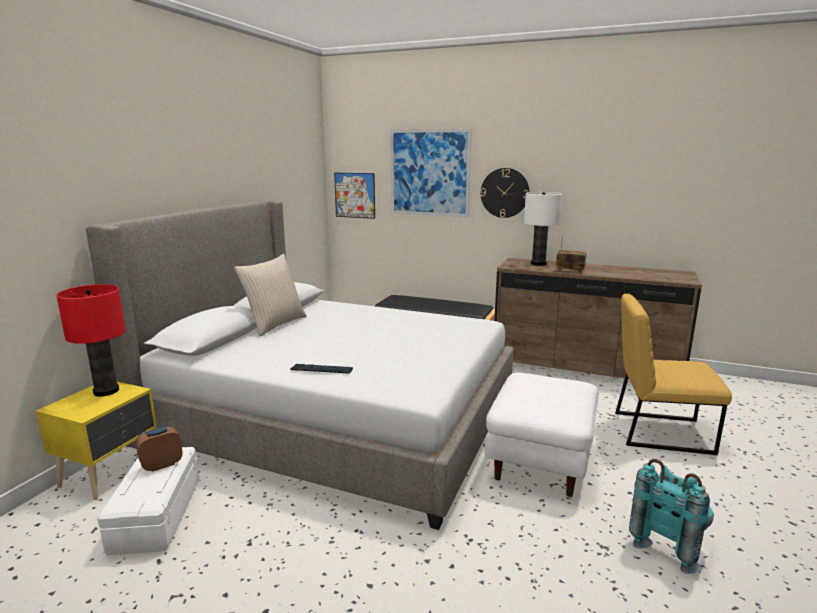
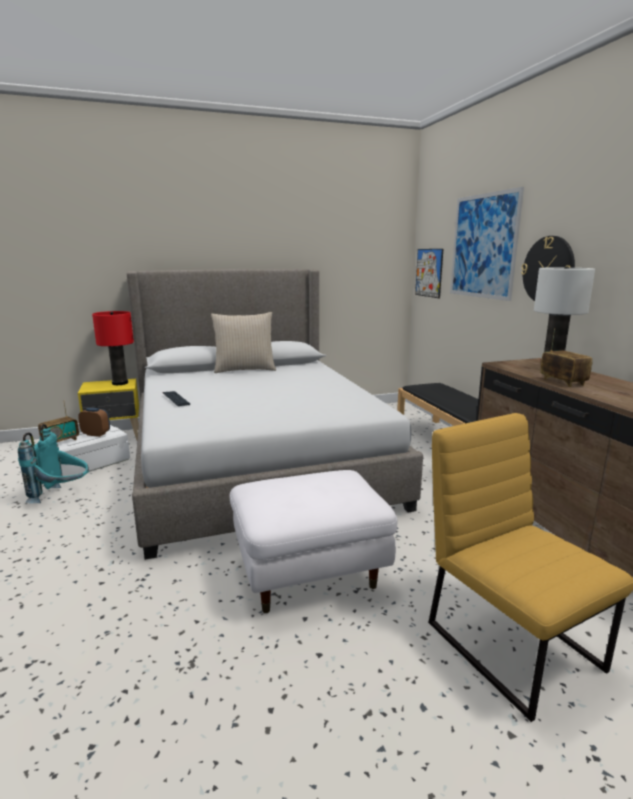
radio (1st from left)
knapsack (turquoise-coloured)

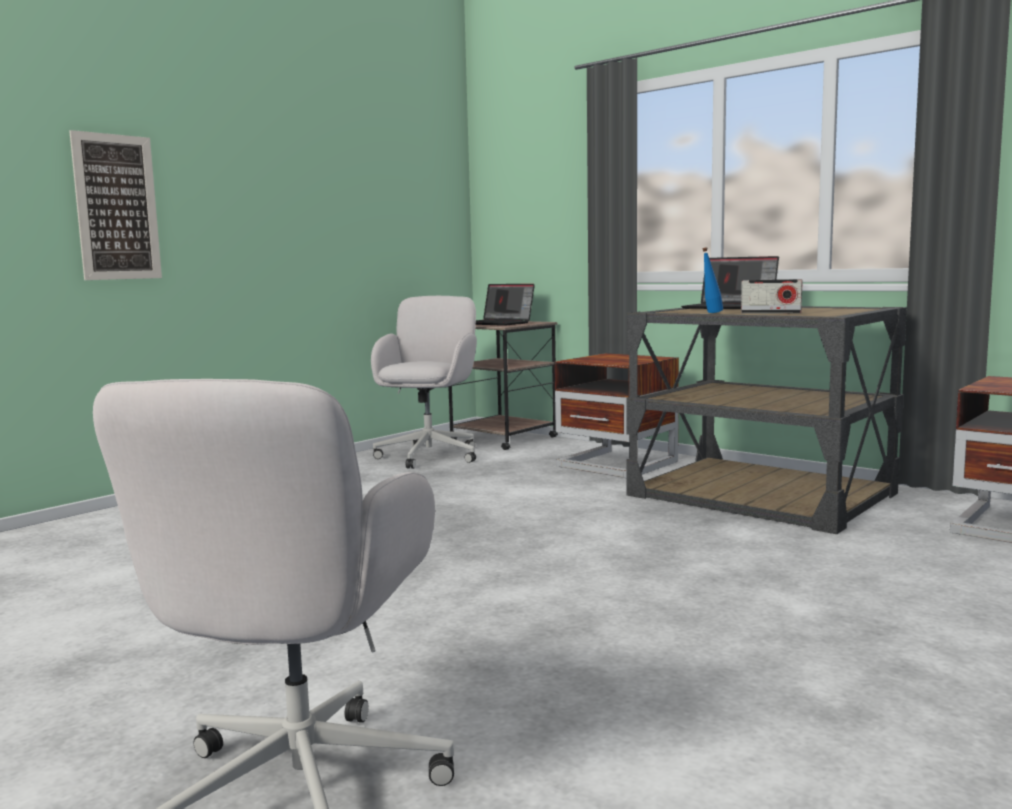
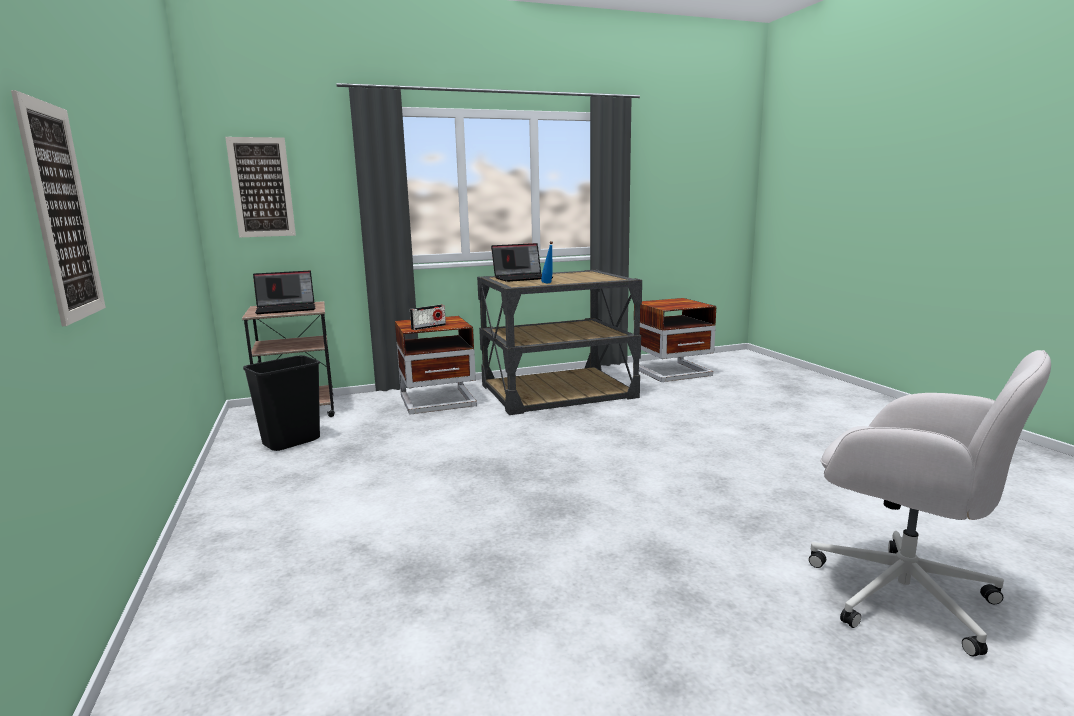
wall picture (2nd from left)
radio
trash can (black)

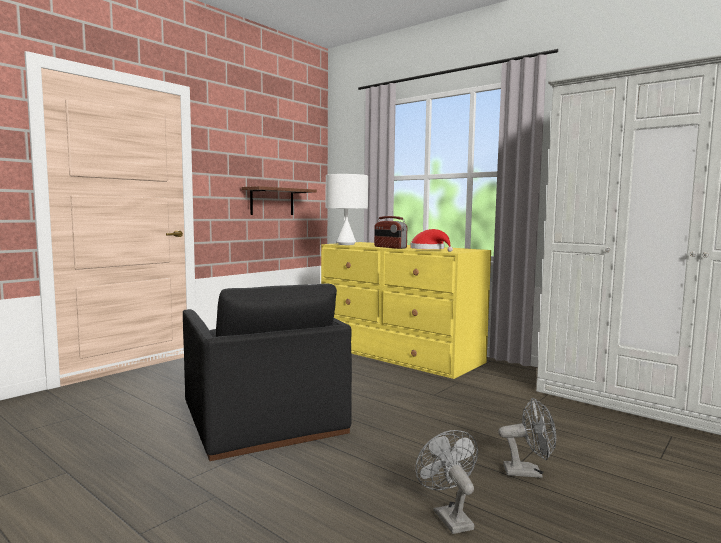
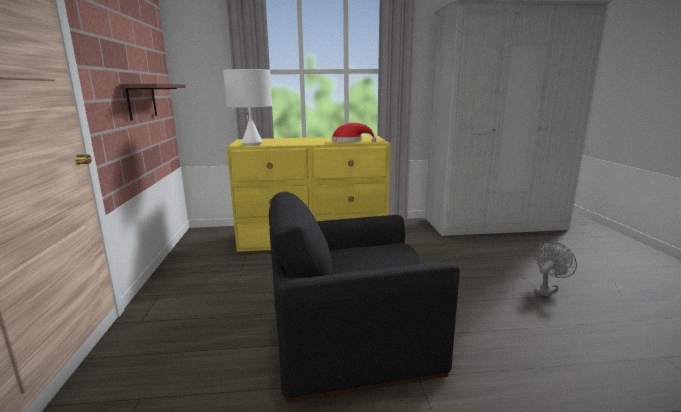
radio
cooling fan (gray) (1st from left in the first image)
lounge chair (black)

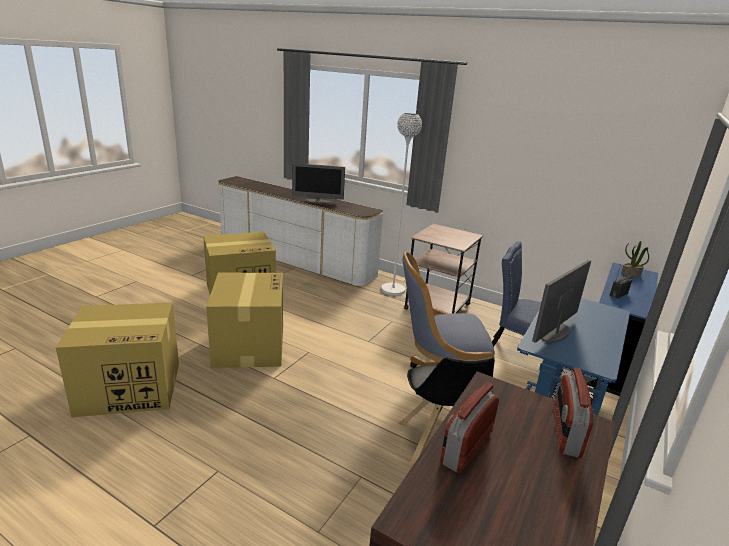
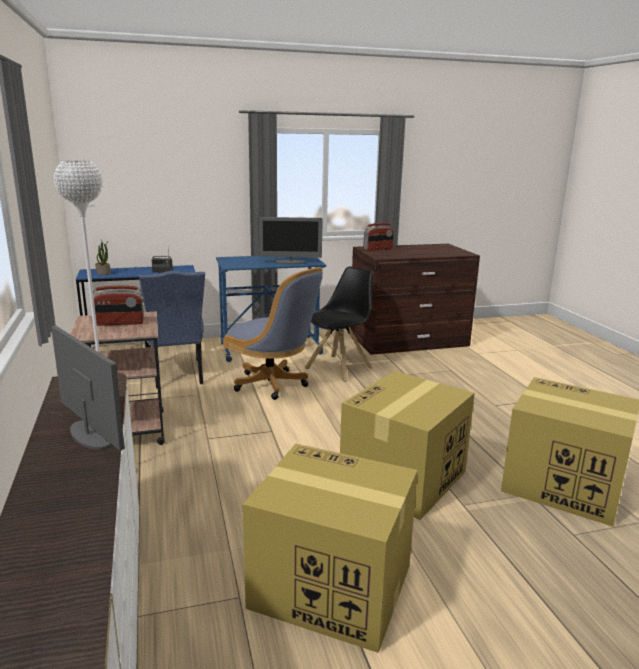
radio (1st from left)

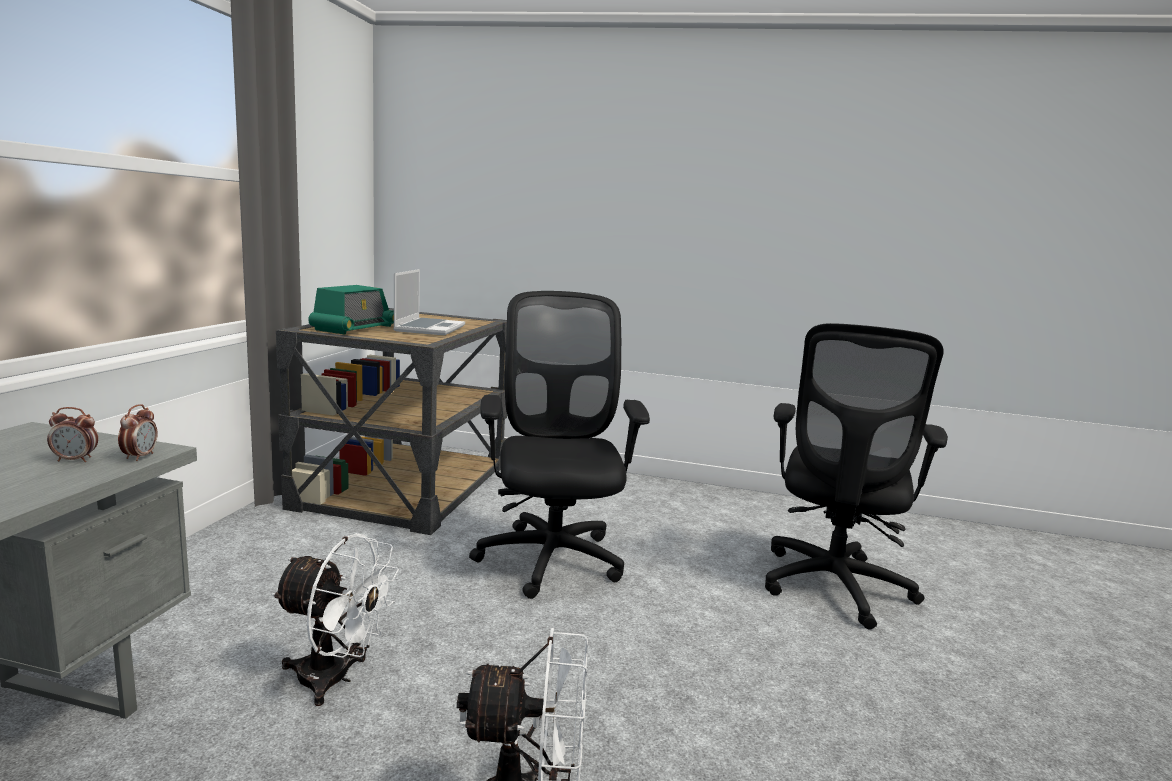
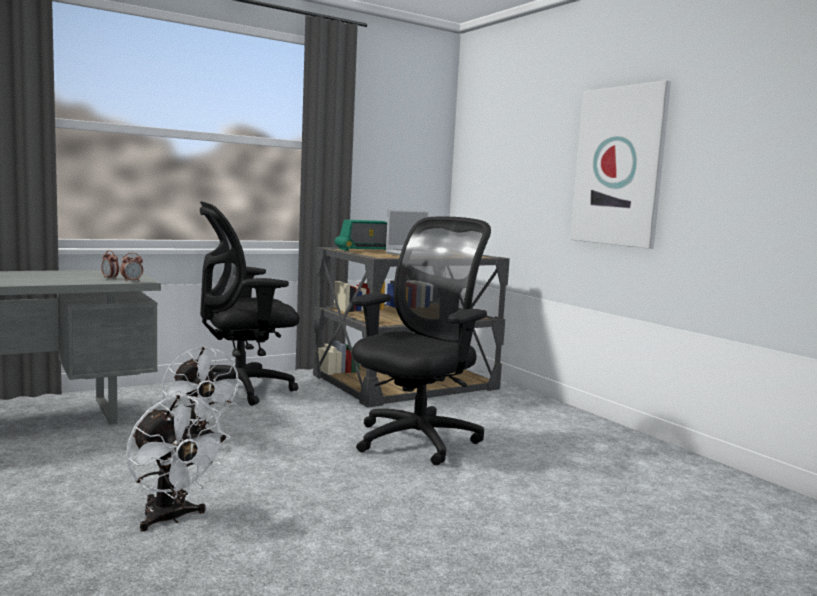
wall picture
office chair (black) (1st from left)

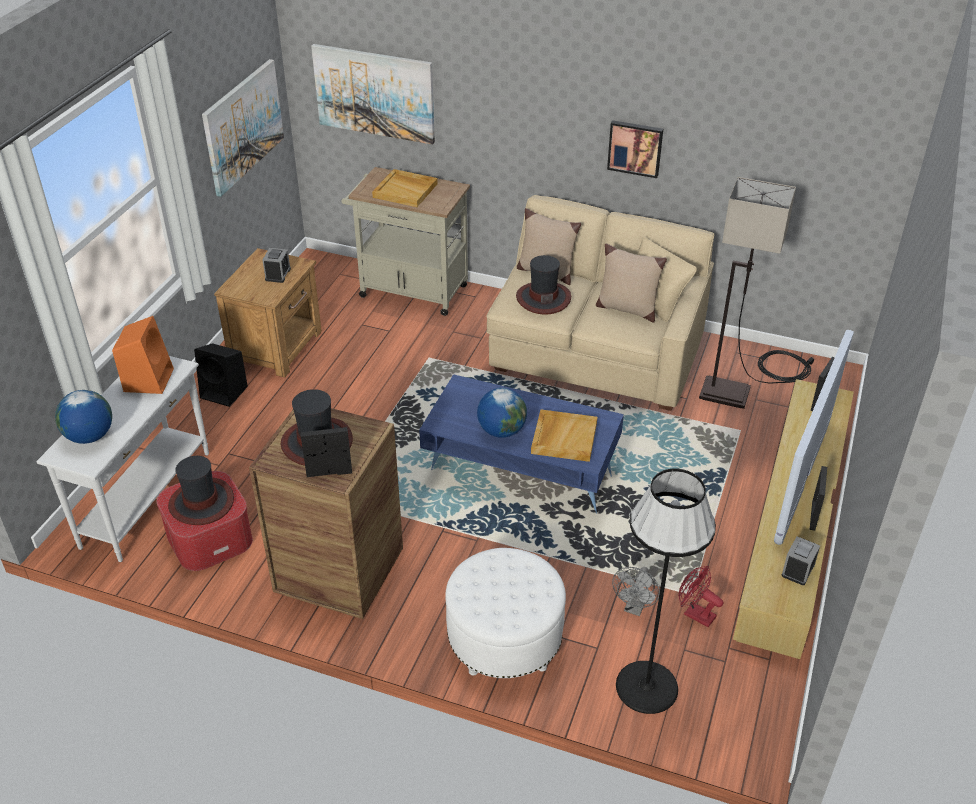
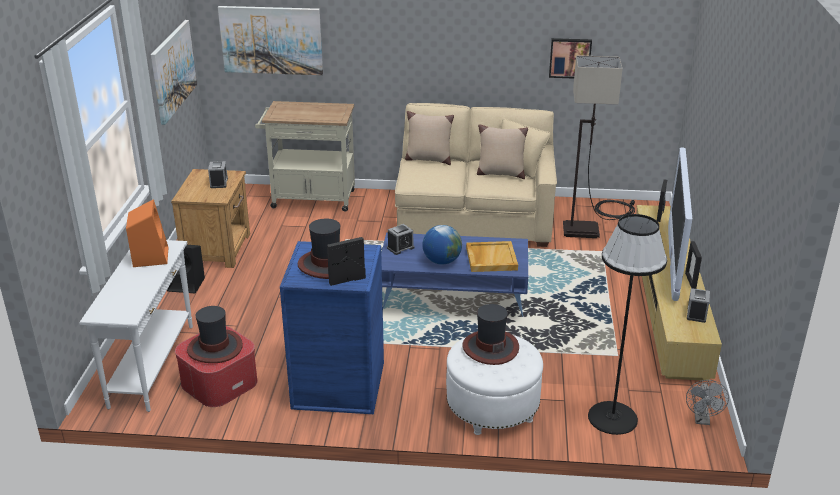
world globe (1st from left in the first image)
carrying tray (beige-coloured) (1st from left in the first image)
cooling fan (reddish)
bedside clock (2nd from left)
wearable hat (3rd from left)
wall picture (3rd from left)
cooling fan (gray)
cabinet (blue)

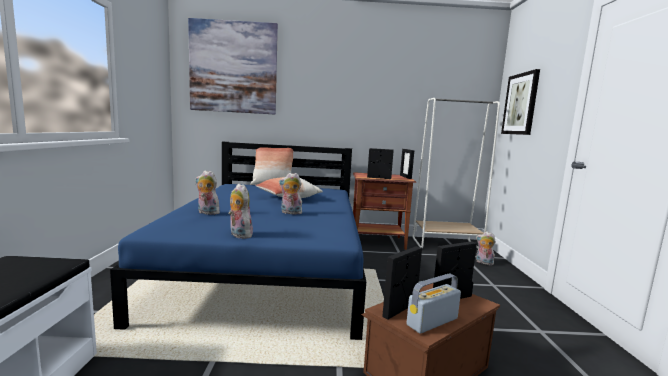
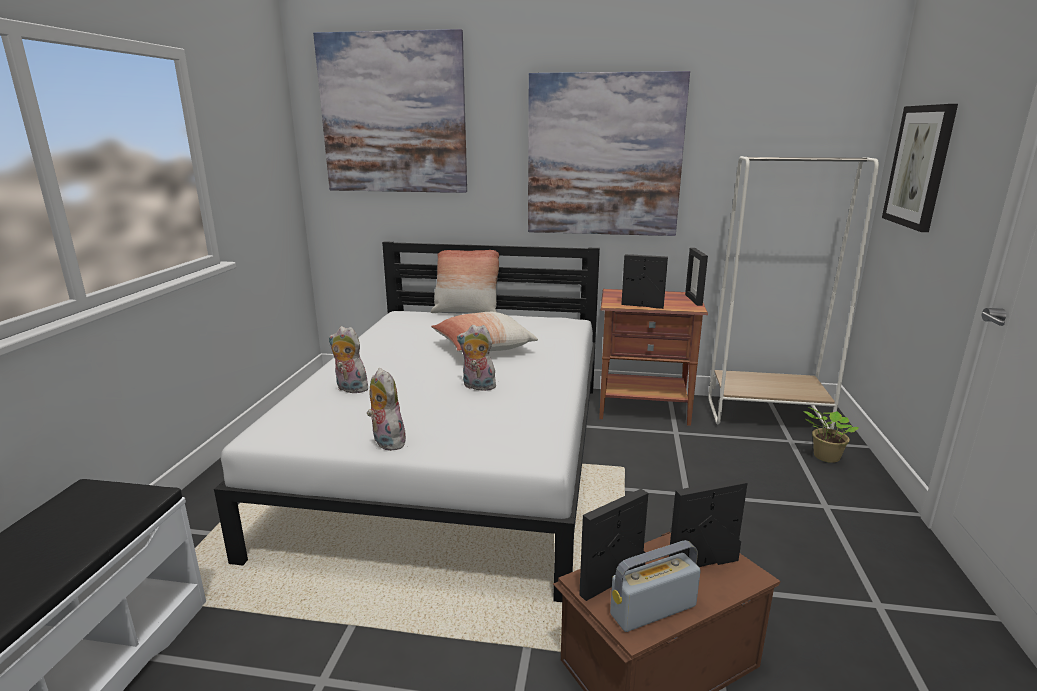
wall picture (2nd from left)
plant in a pot
bedroom bed (whitish)

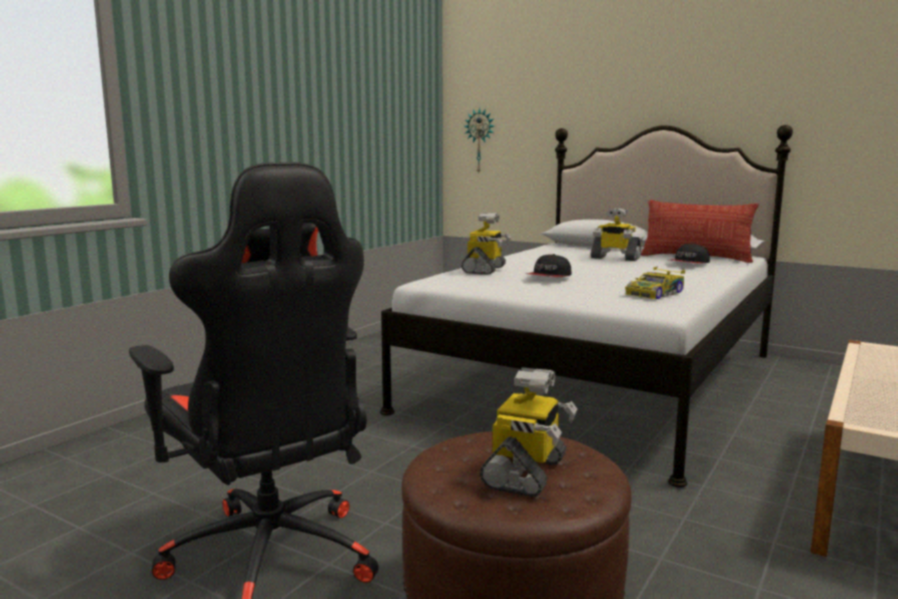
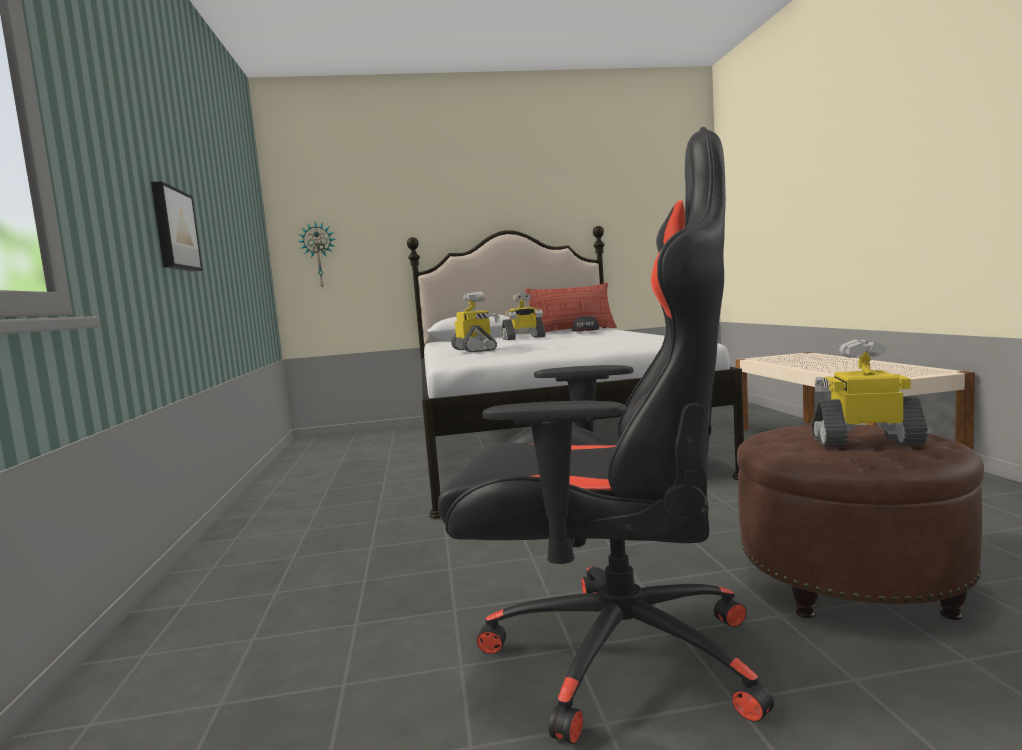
baseball cap (1st from left in the first image)
miniature car
wall picture
model robot (3rd from left)

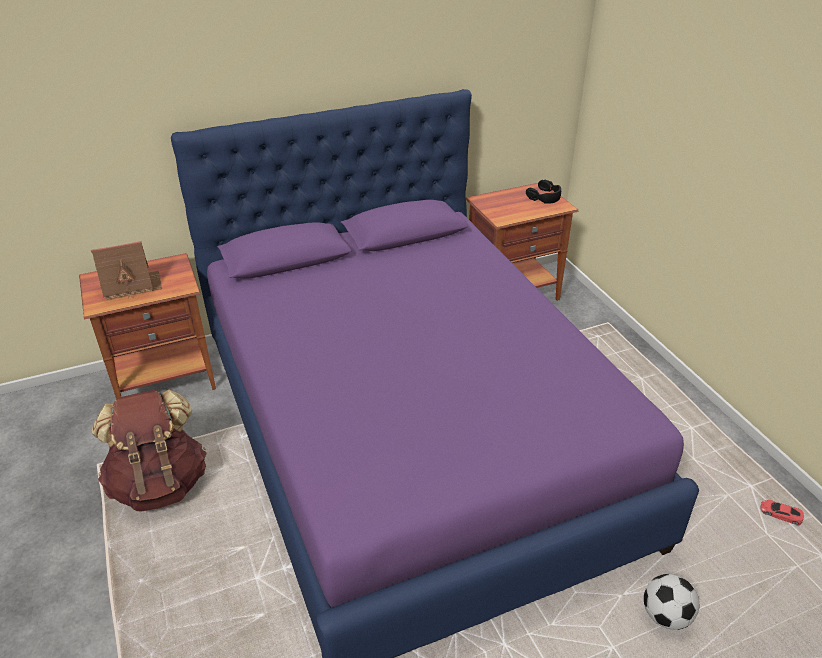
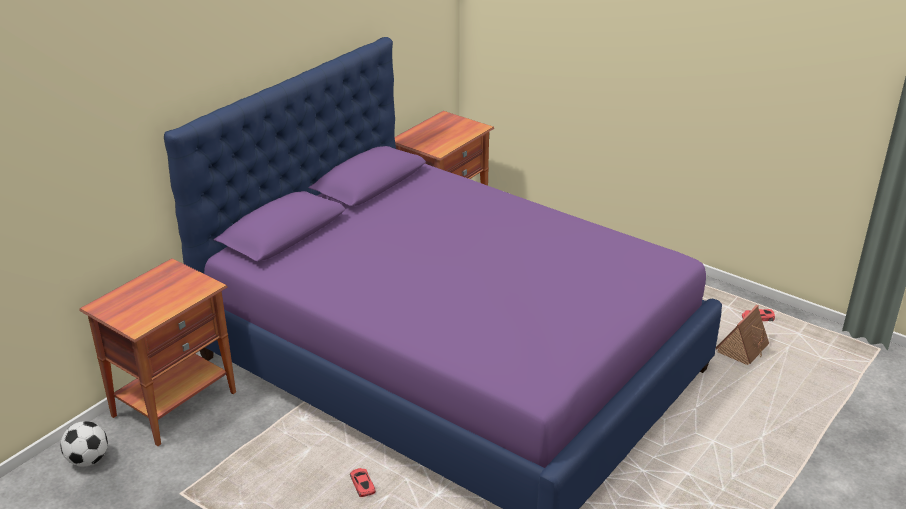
knapsack (brown-coloured)
pair of headphones (black)
miniature car (reddish) (1st from left)
model house
ball for football

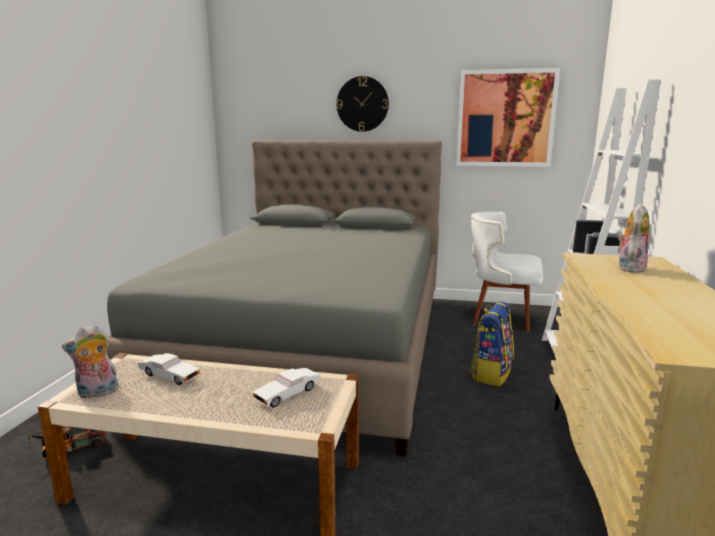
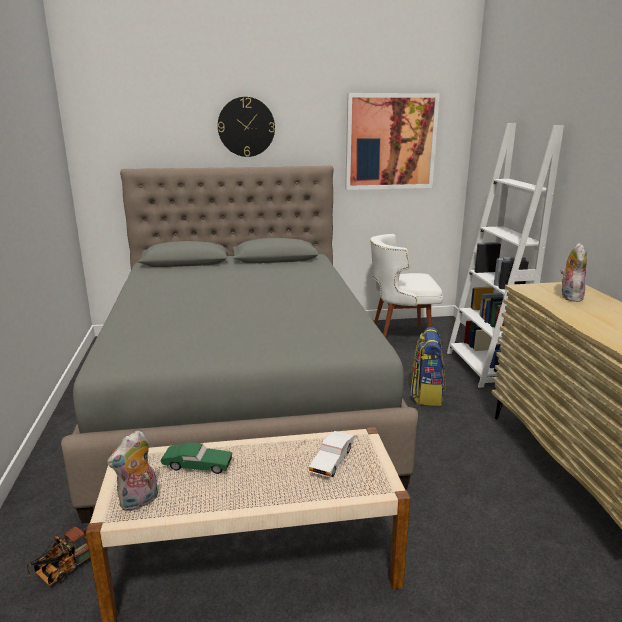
miniature car (green)

